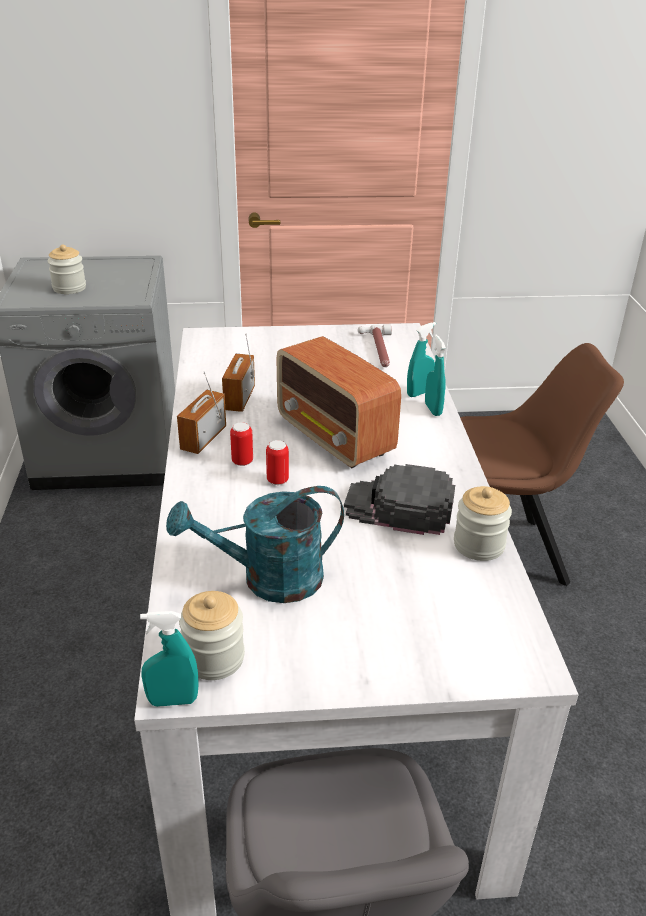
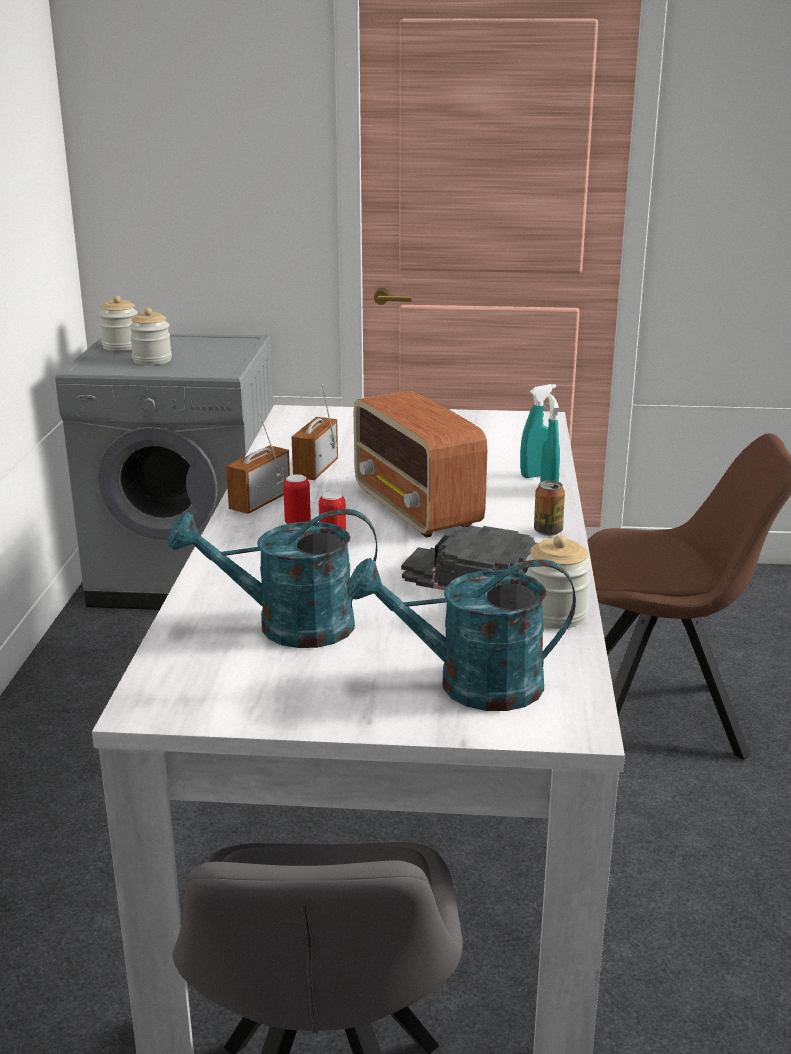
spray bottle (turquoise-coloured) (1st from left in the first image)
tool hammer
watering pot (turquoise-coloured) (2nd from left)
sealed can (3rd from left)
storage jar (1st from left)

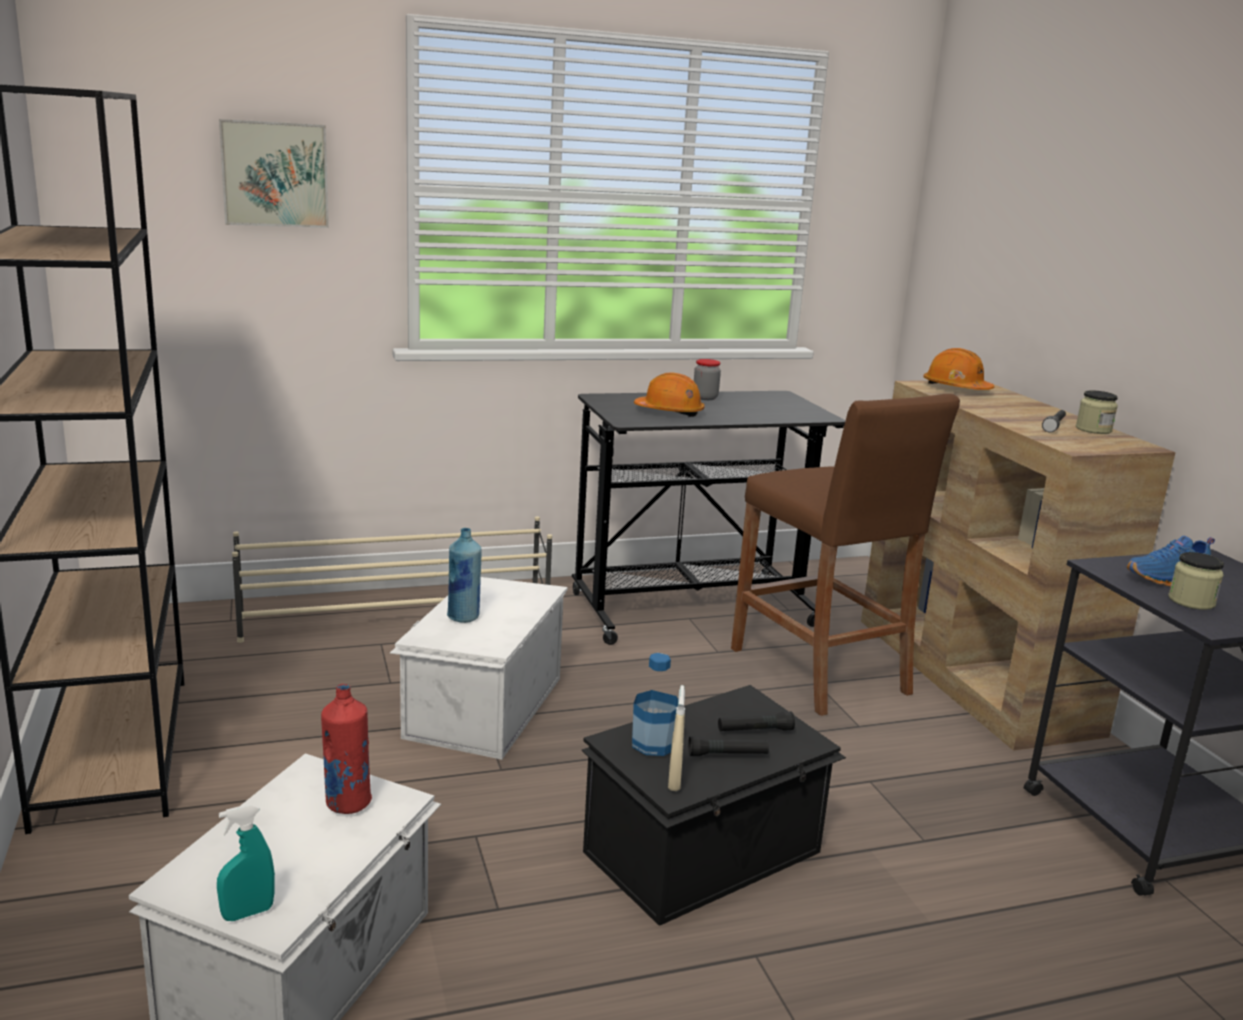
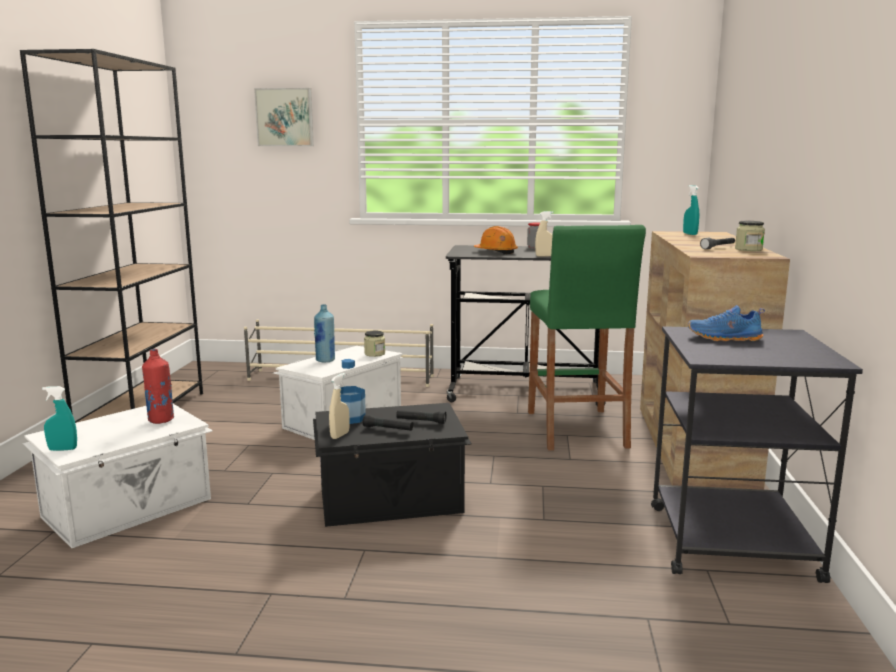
spray bottle (beige-coloured) (2nd from left)
storage jar (1st from left)
spray bottle (turquoise-coloured) (2nd from left)
stool seat (green)

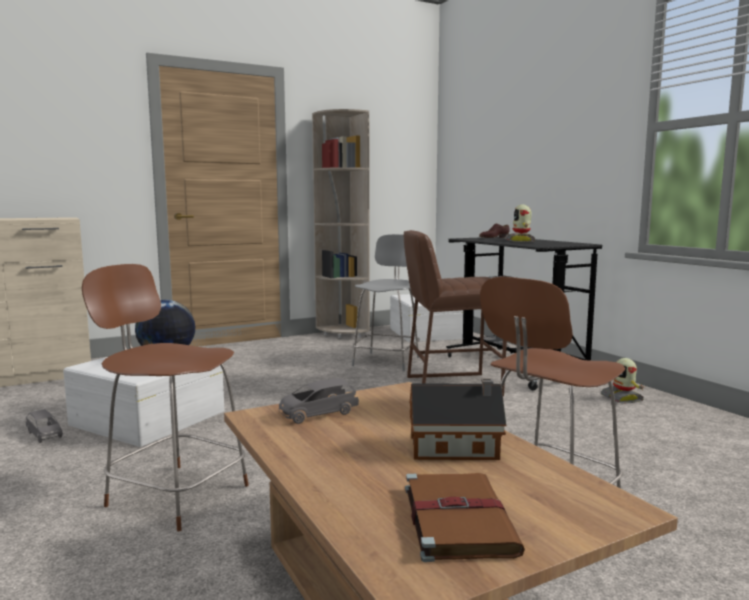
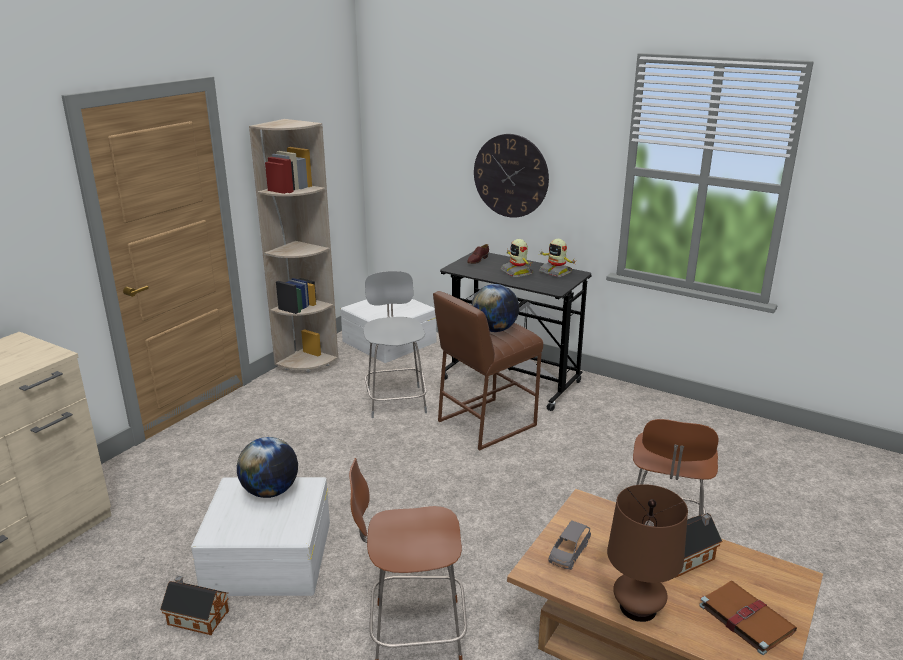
world globe (2nd from left)
hanging clock
table lamp (brown-coloured)
model robot (2nd from left)
model house (1st from left)

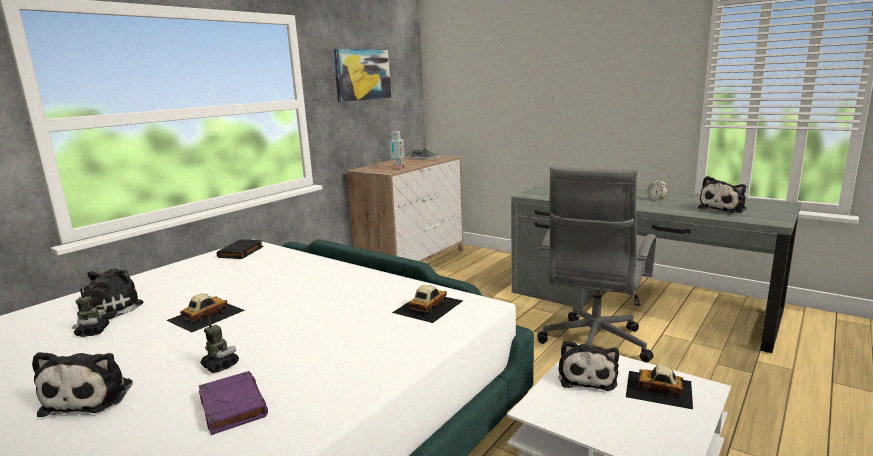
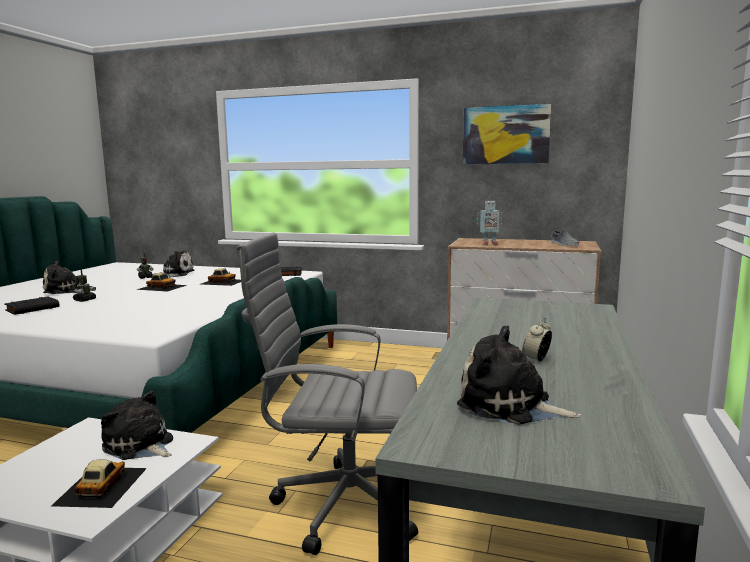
miniature car (3rd from left)
bound book (black) (1st from left)
soft toy (2nd from left)

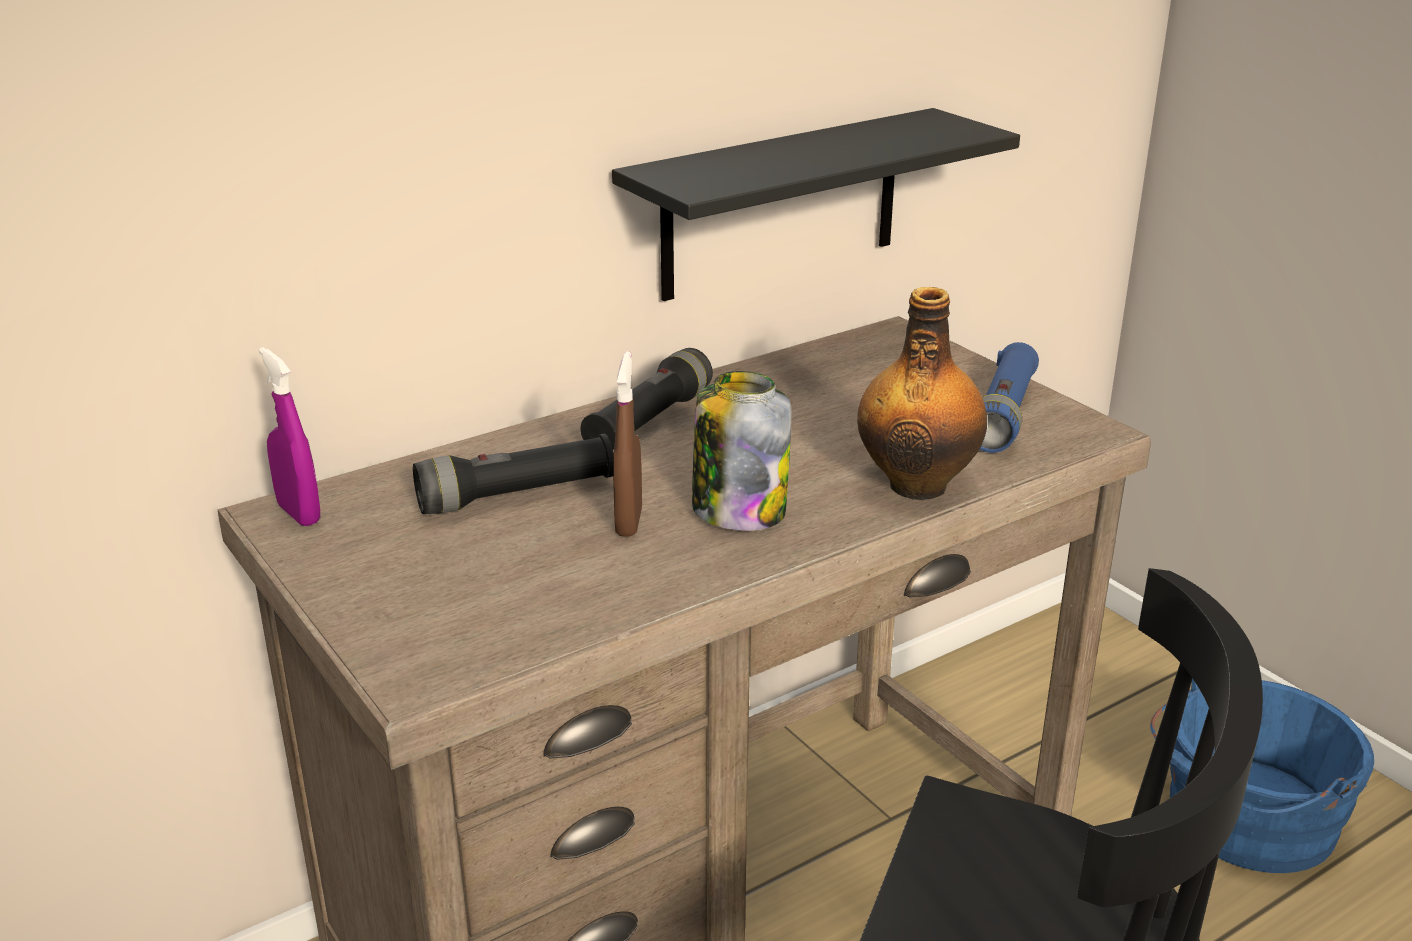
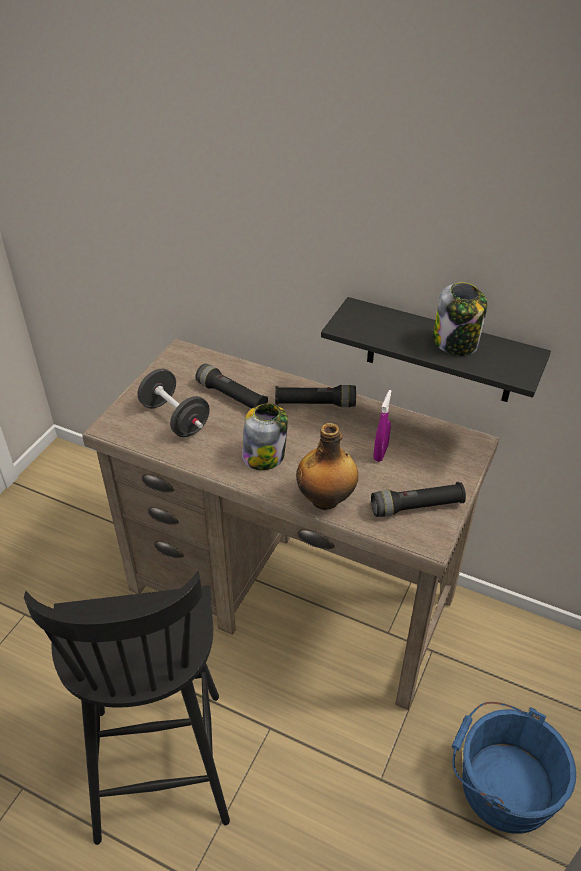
spray bottle (brown-coloured)
free weight (black)
storage jar (2nd from left)
spray bottle (purple)
flashlight (black) (3rd from left)

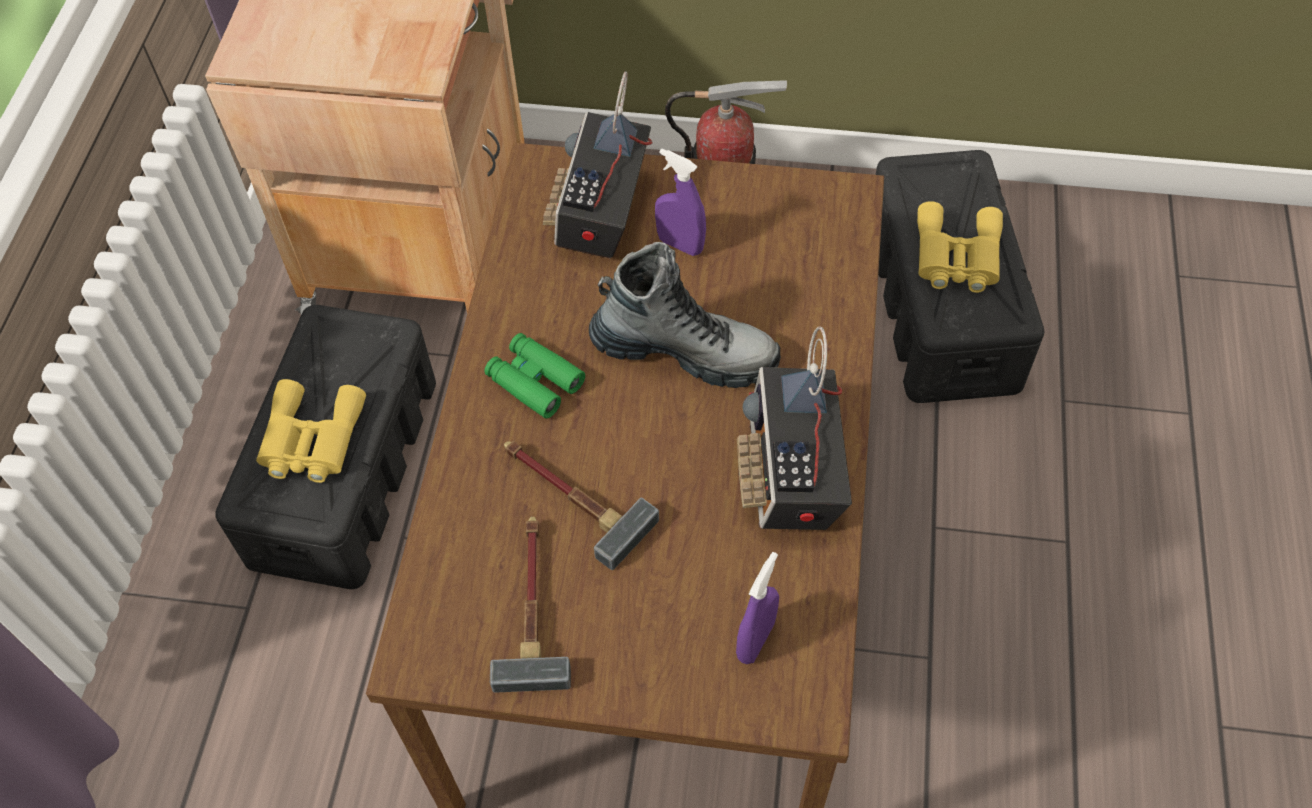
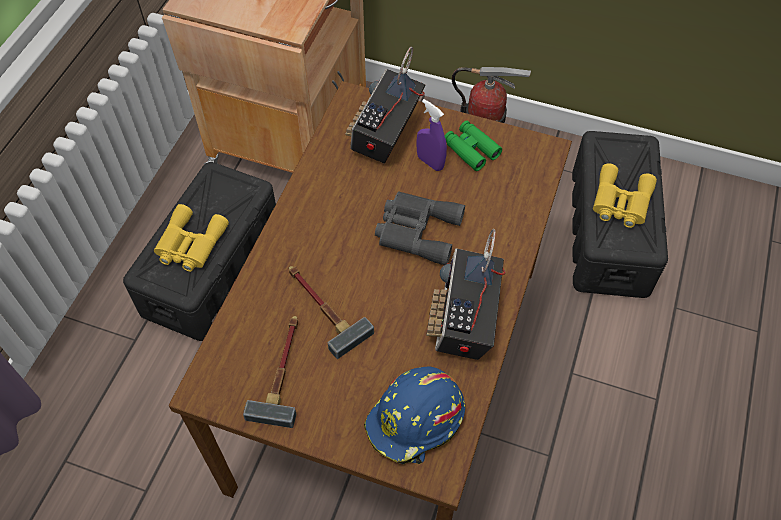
binoculars (green)
binoculars (gray)
work helmet (blue)

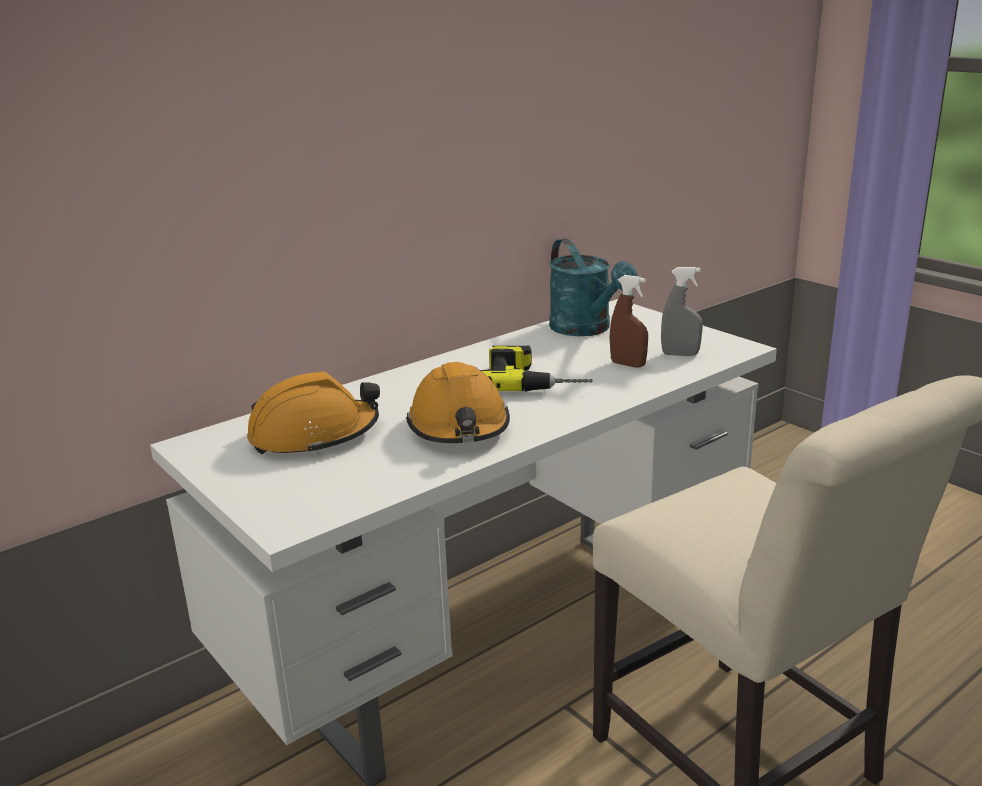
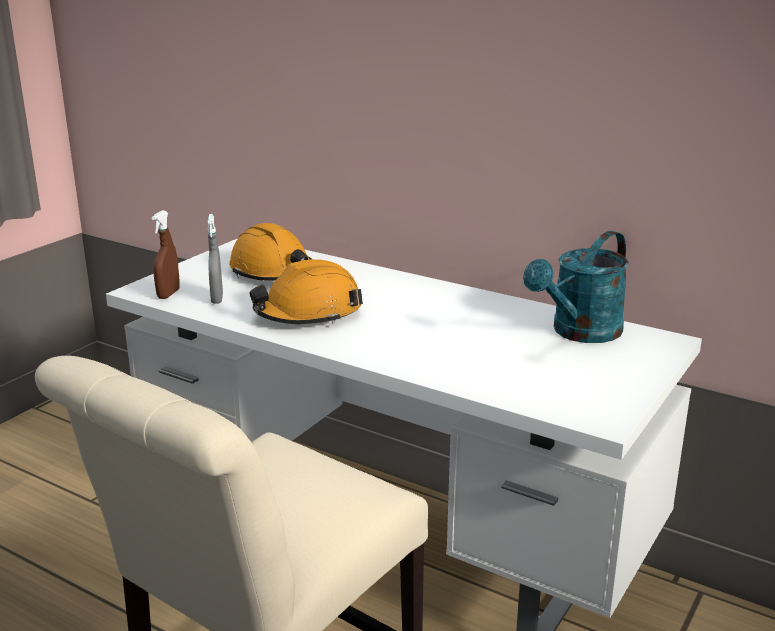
electric drill
spray bottle (brown-coloured)
spray bottle (gray)

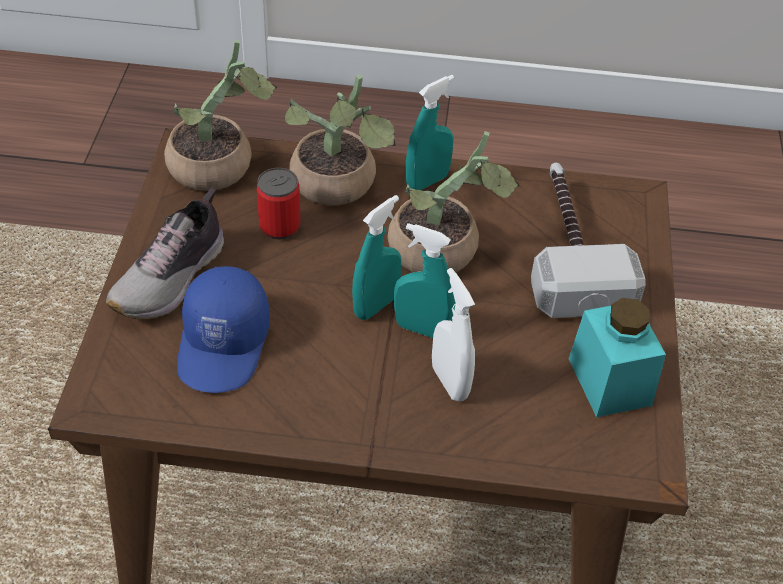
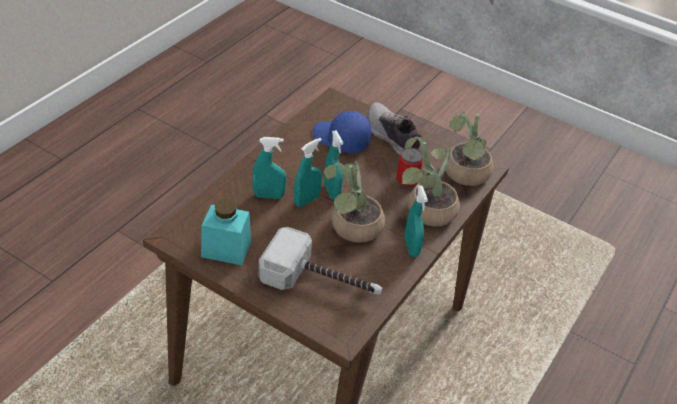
spray bottle (turquoise-coloured) (1st from left)

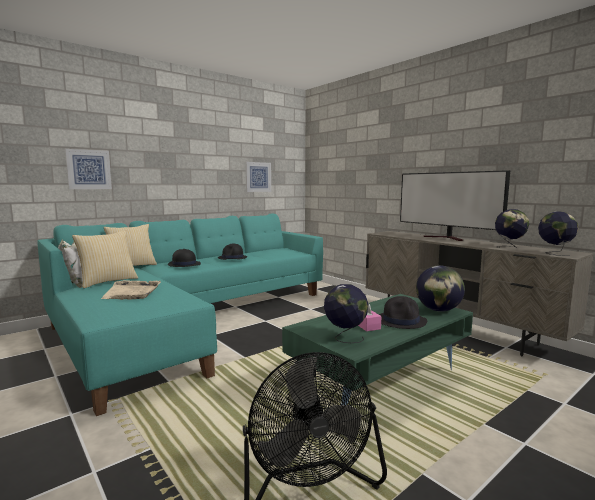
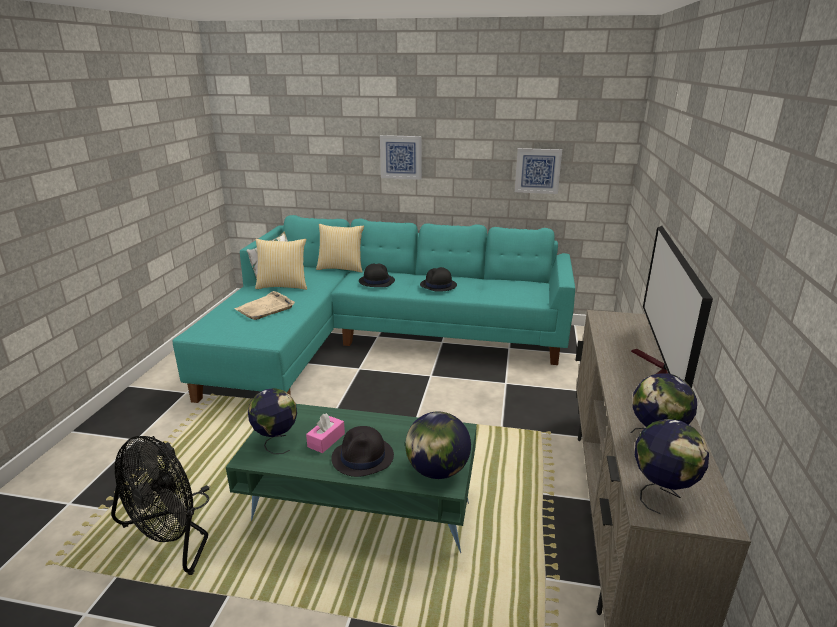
wall picture (1st from left)

